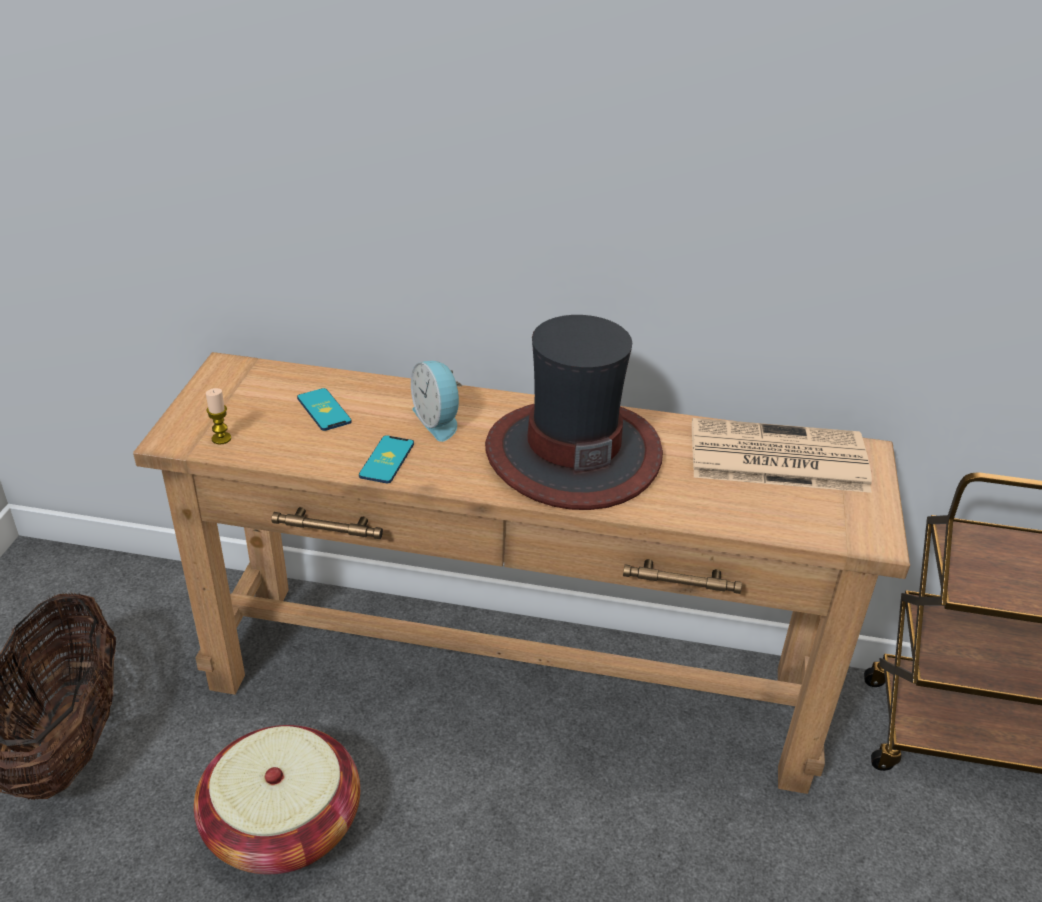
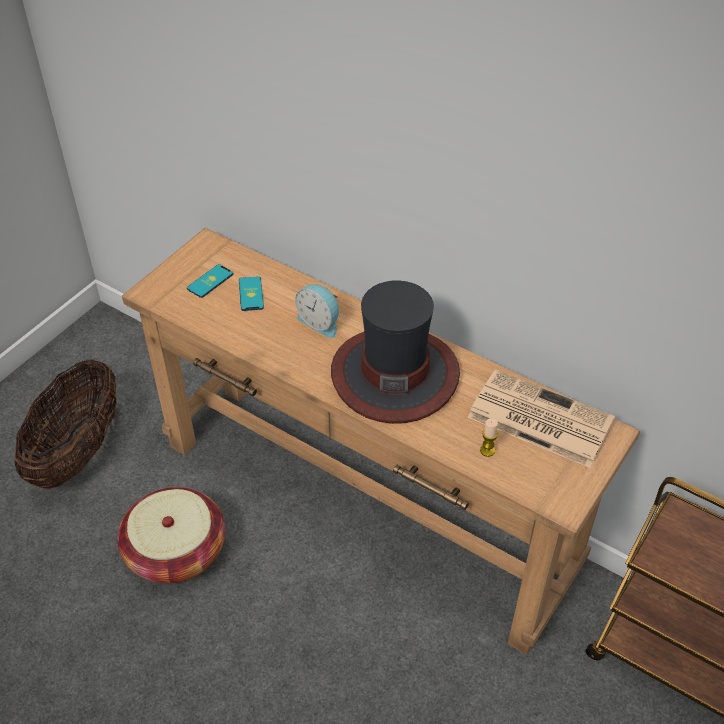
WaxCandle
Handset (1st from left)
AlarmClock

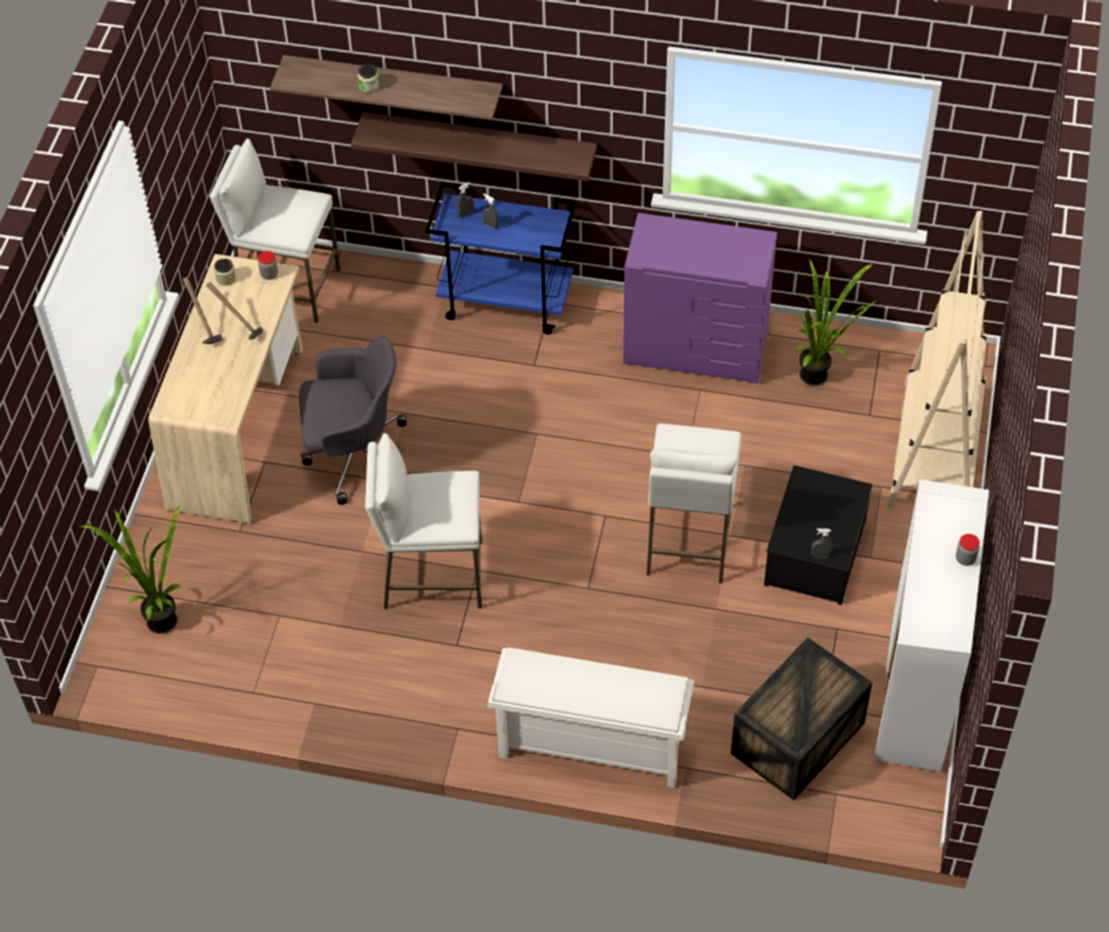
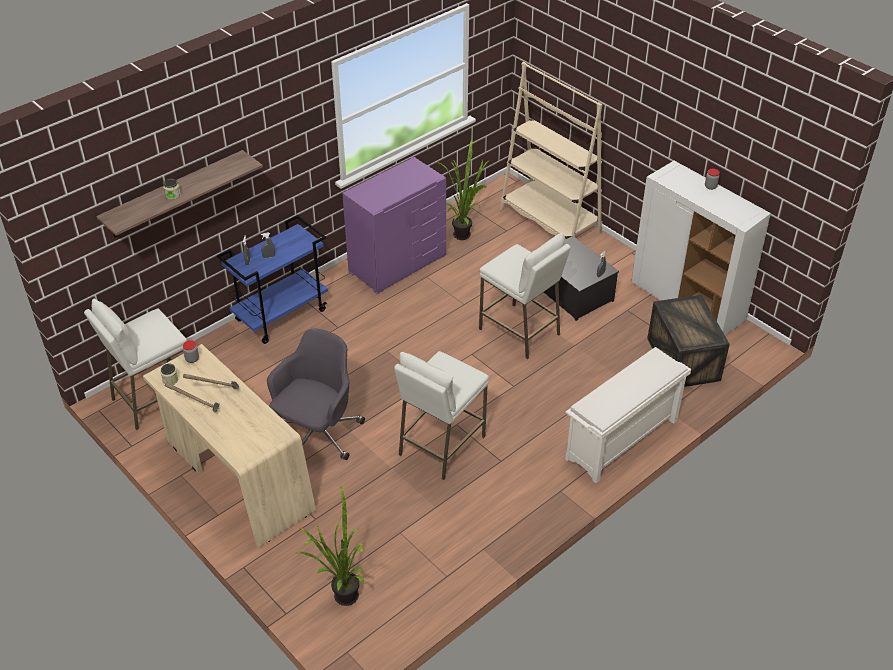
WallShelf (2nd from left in the first image)

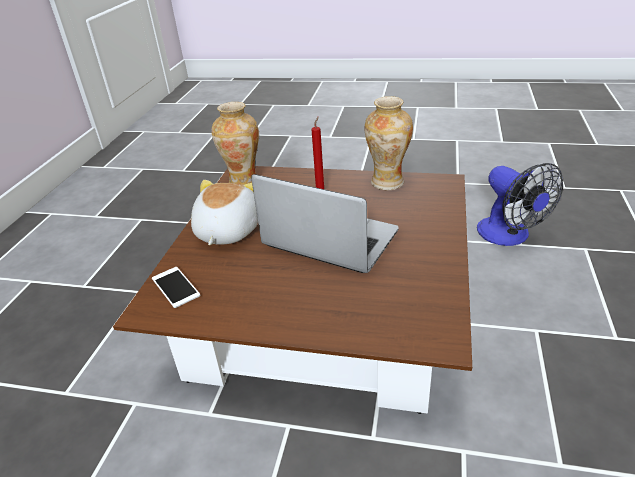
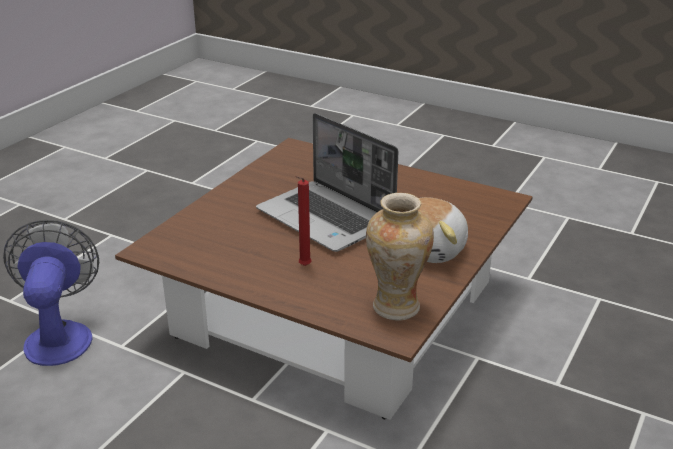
Handset
DecorativeVase (2nd from left in the first image)

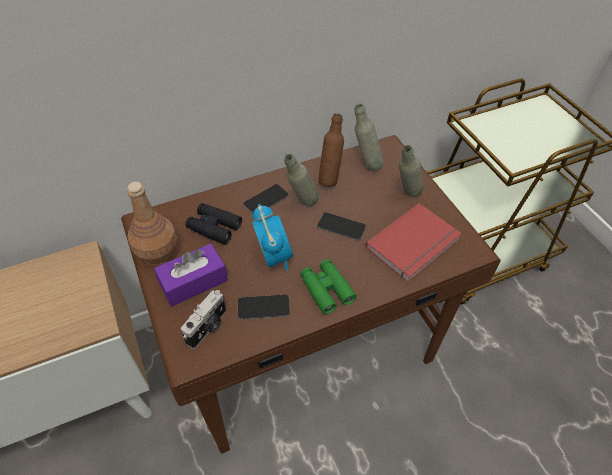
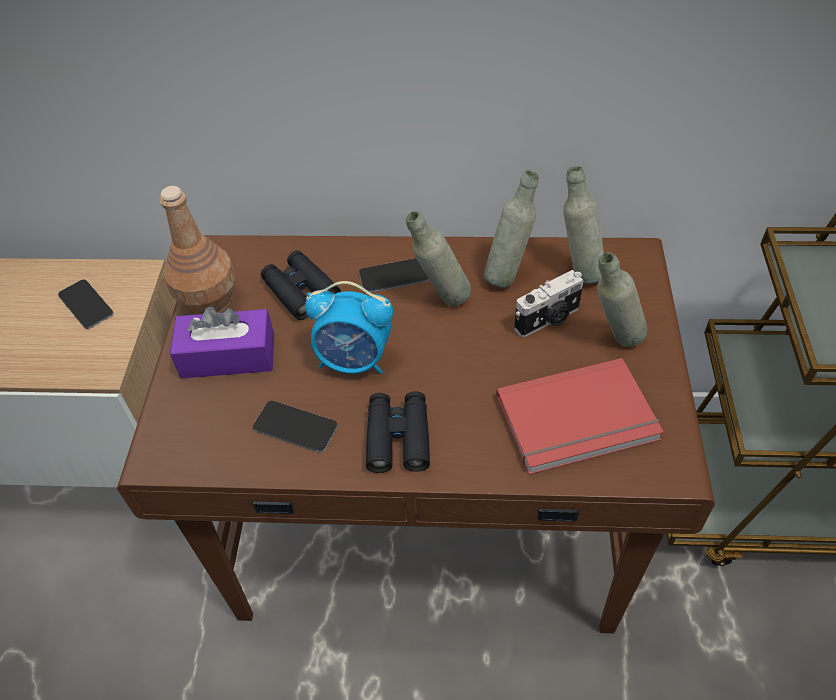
StillCamera
Handset (1st from left)
BlackFieldGlasses (2nd from left)
GreyishDrinkBottle (2nd from left)
AlarmClock

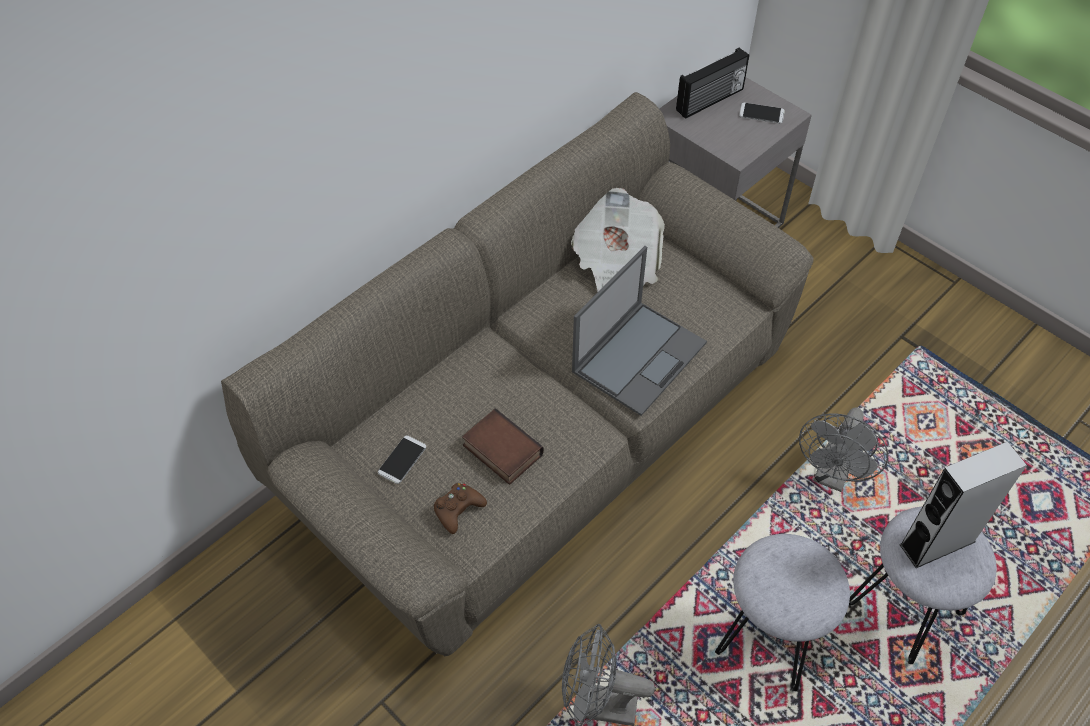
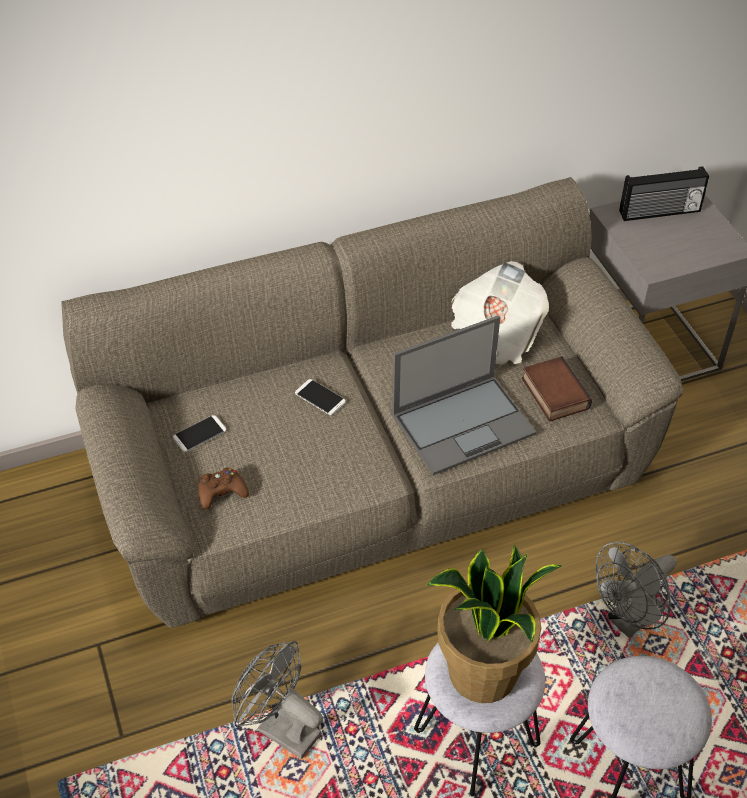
GreyishSpeaker
Houseplant
BoundBook
Handset (2nd from left)

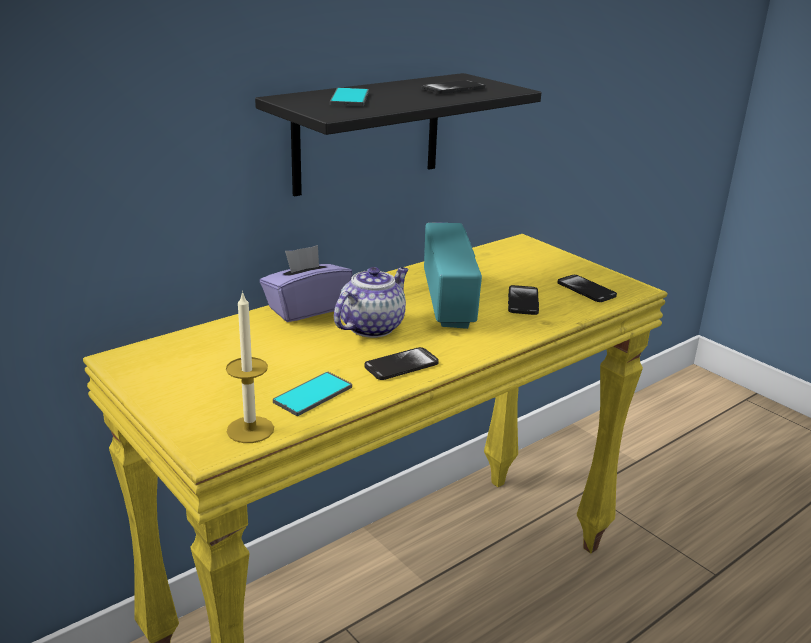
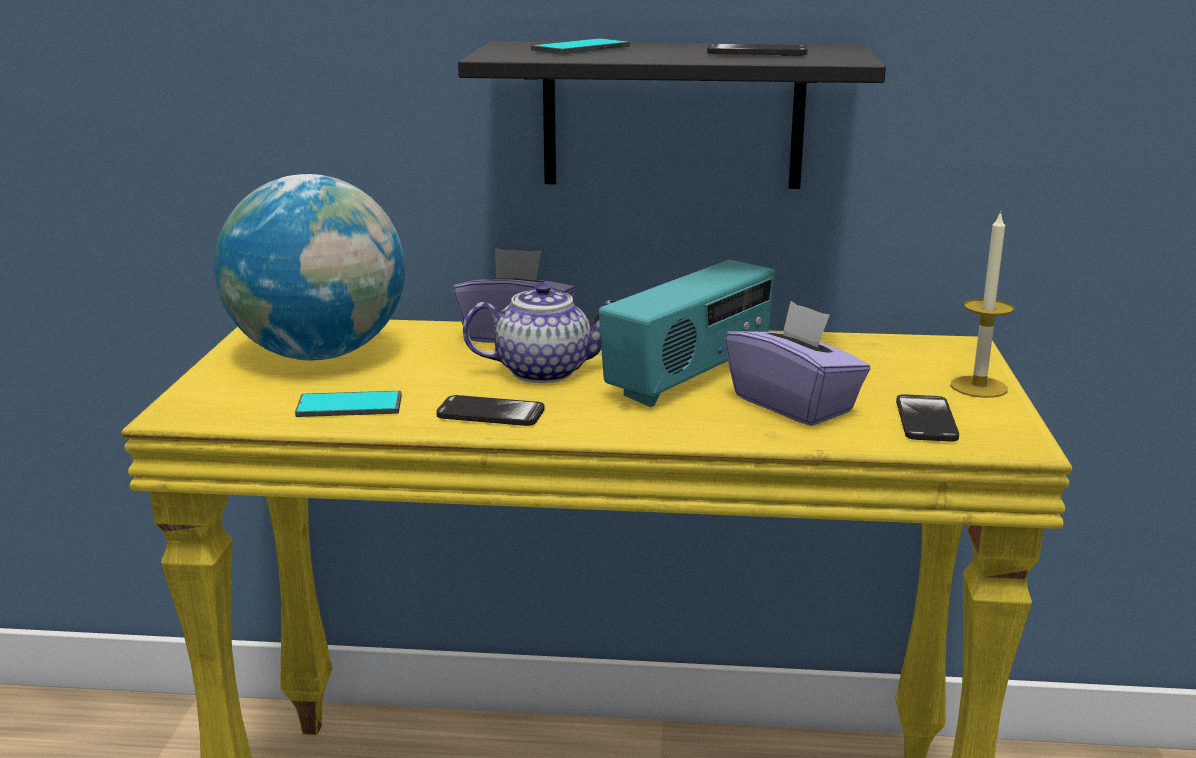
DeskGlobe
WaxCandle
PurpleColouredBoxOfTissues (2nd from left)

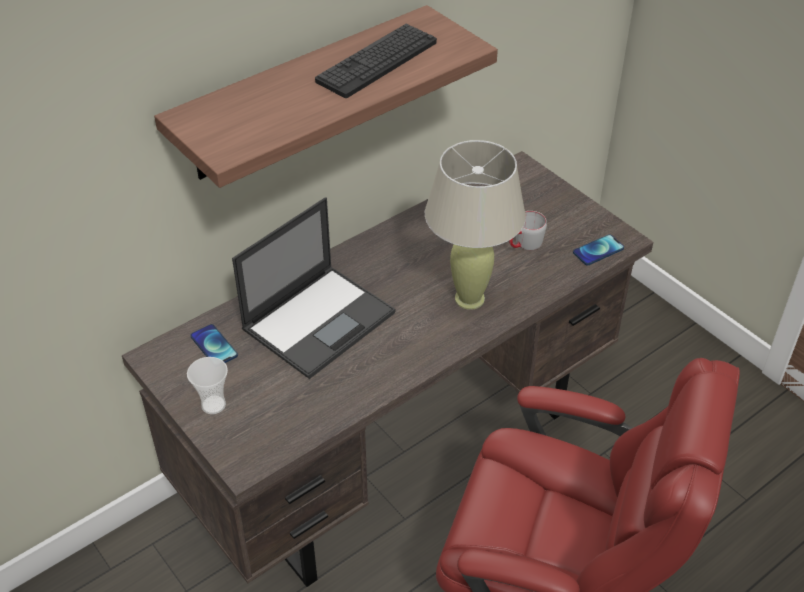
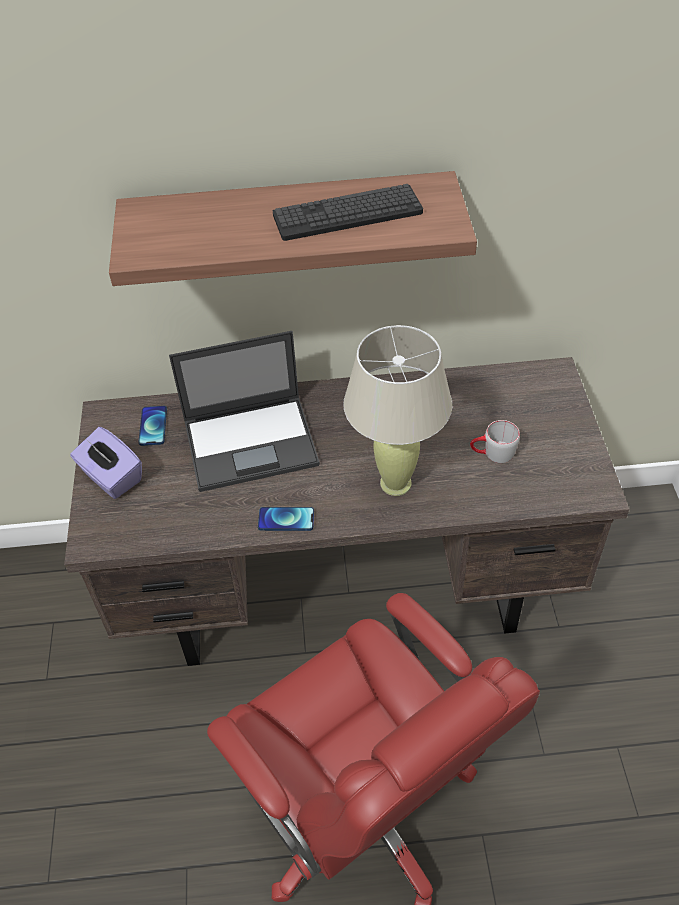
Handset (2nd from left)
PurpleColouredBoxOfTissues

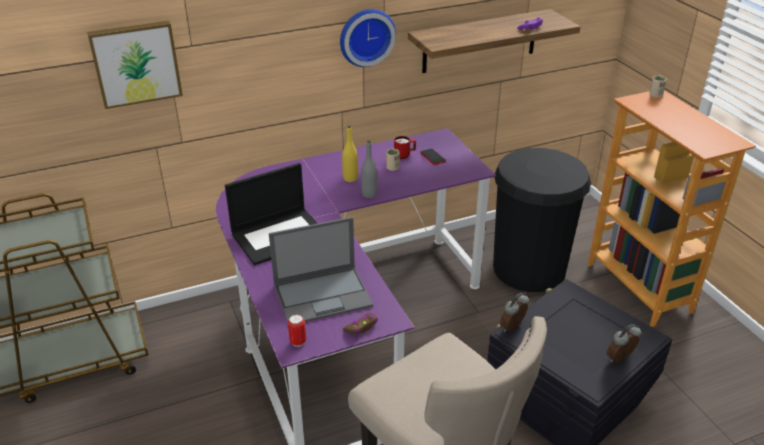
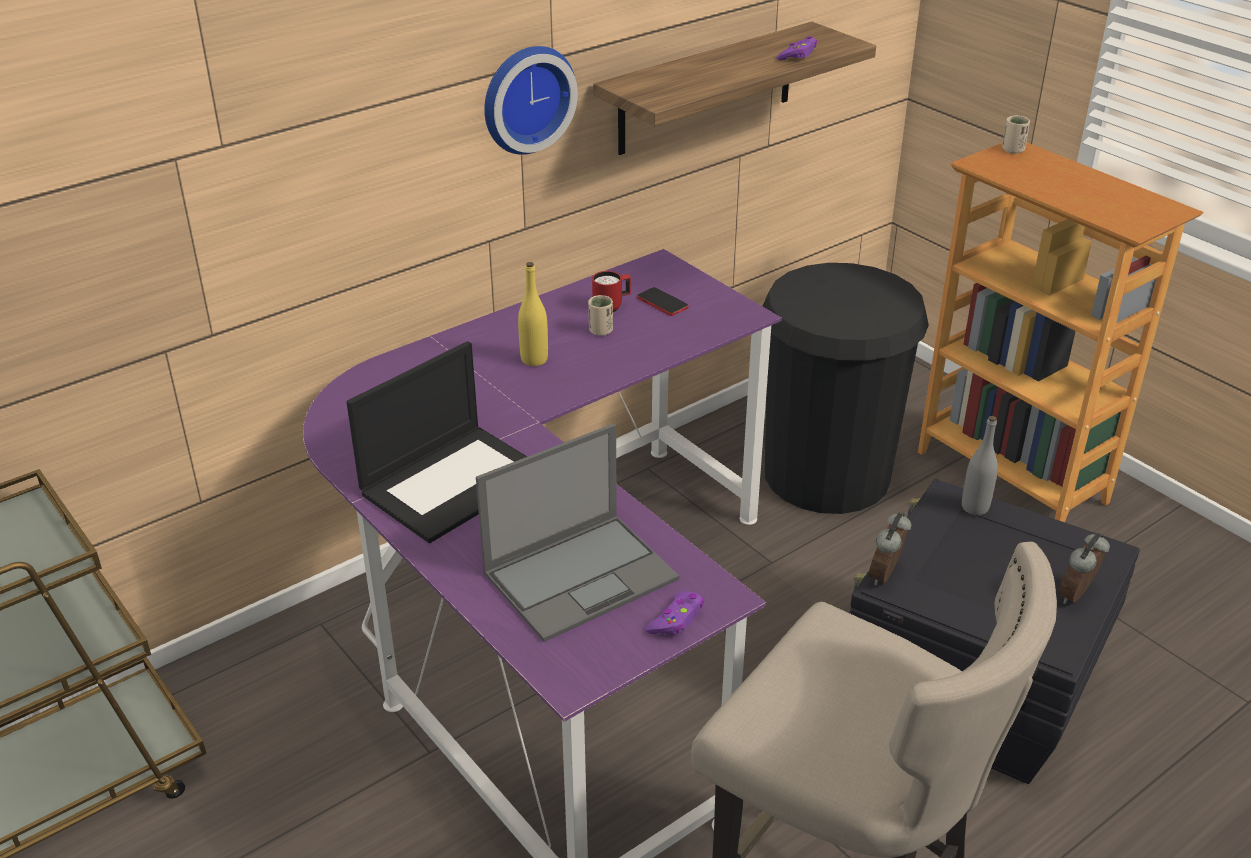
Picture
MetalCan
GreyishDrinkBottle
PurpleColouredJoypad (1st from left)

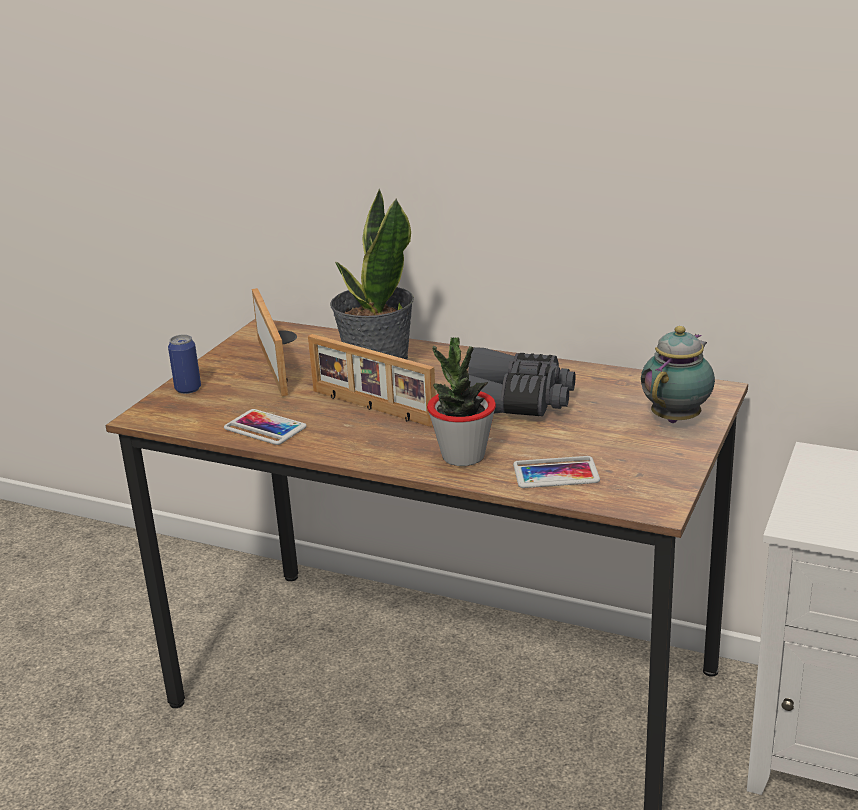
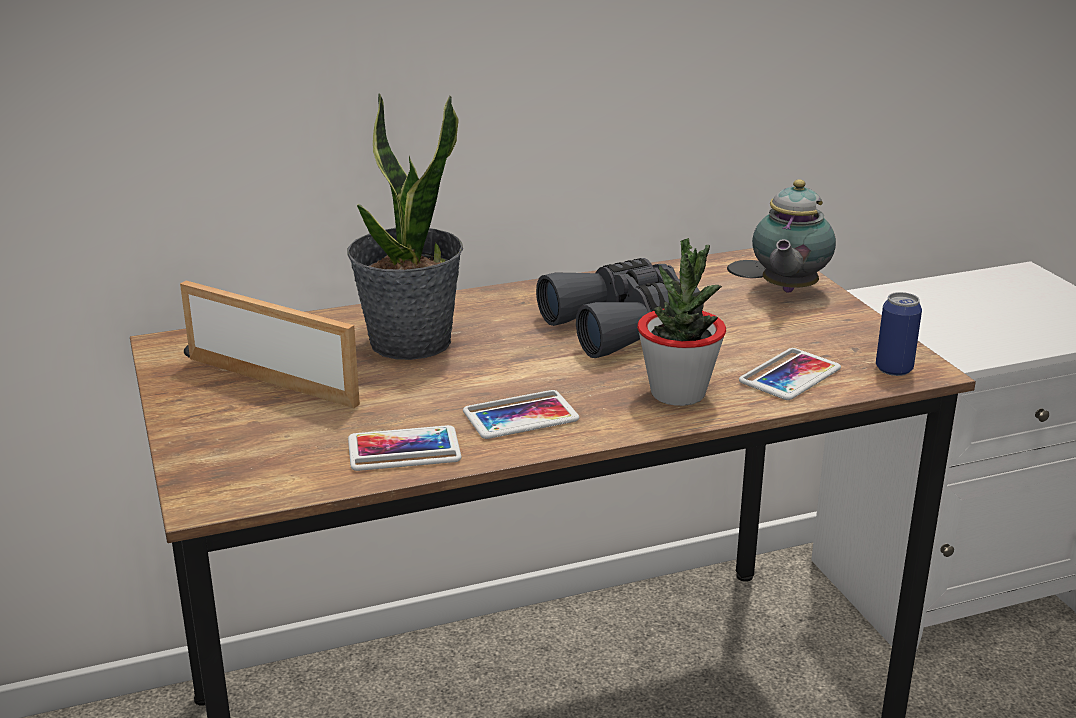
StandingFrame (2nd from left in the first image)
Handset (2nd from left)
MetalCan
TeaPot

